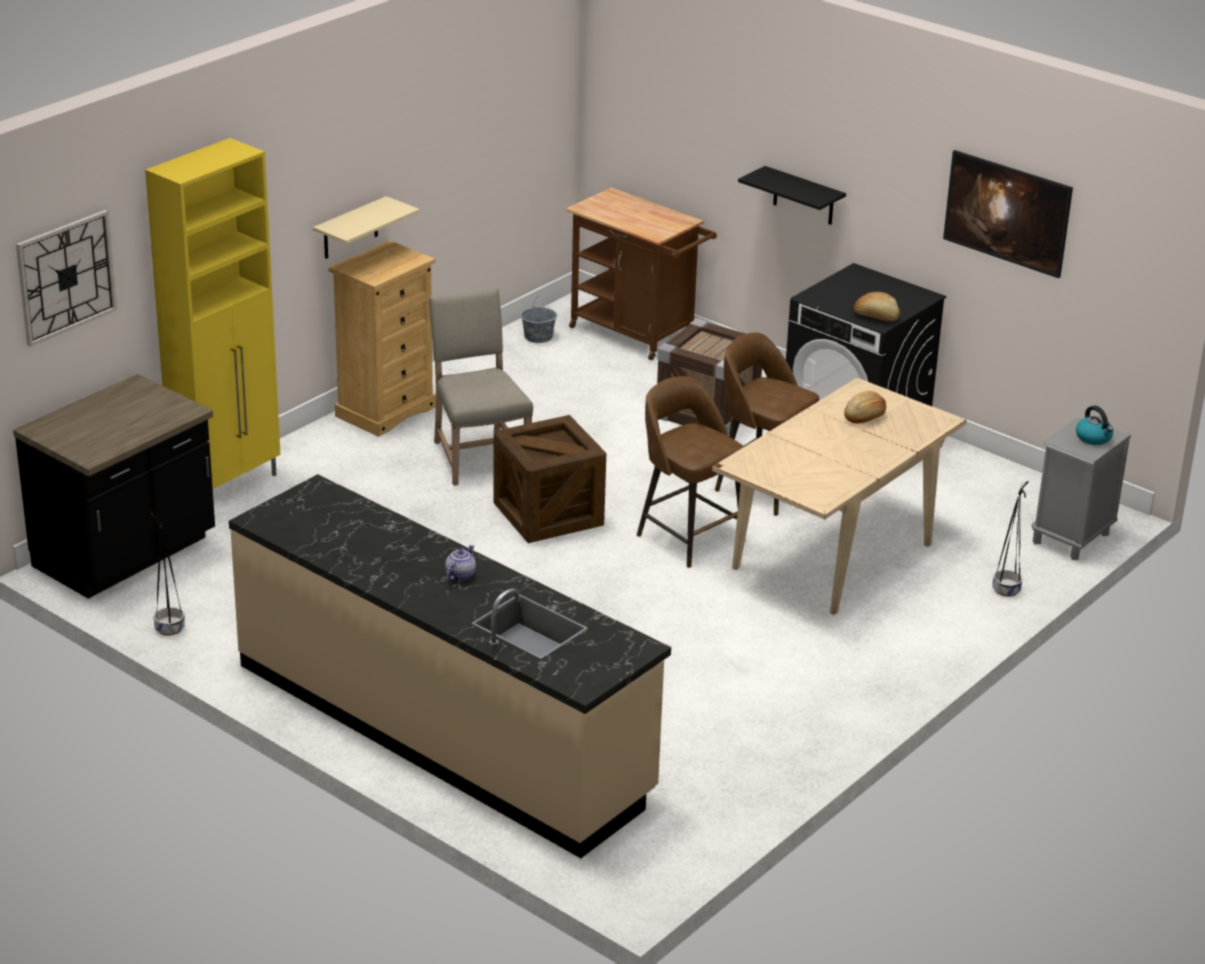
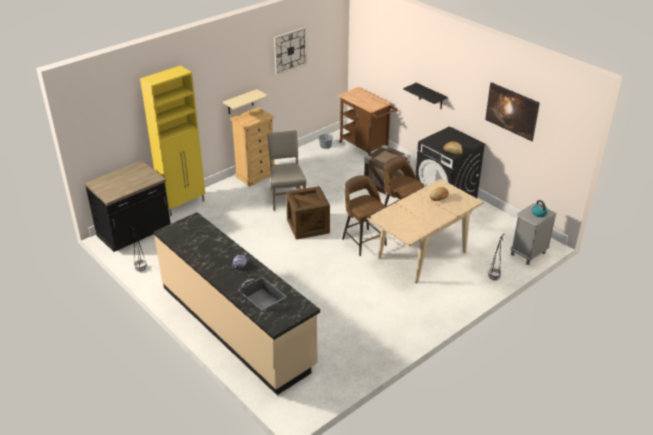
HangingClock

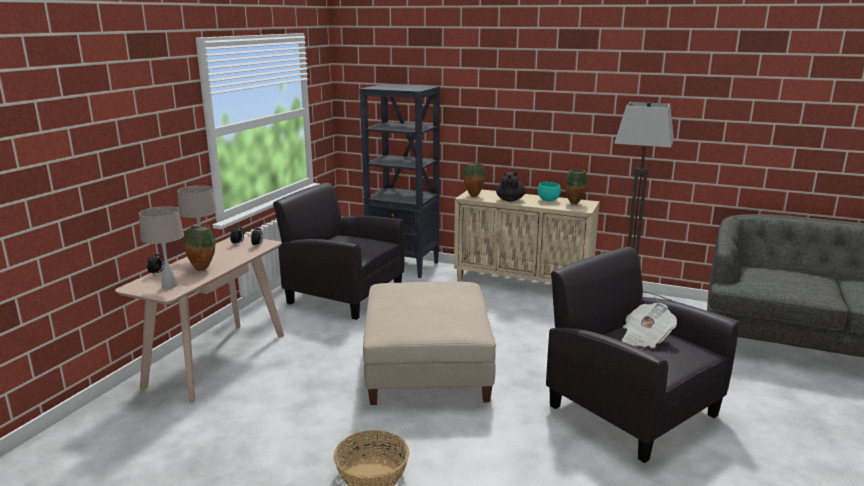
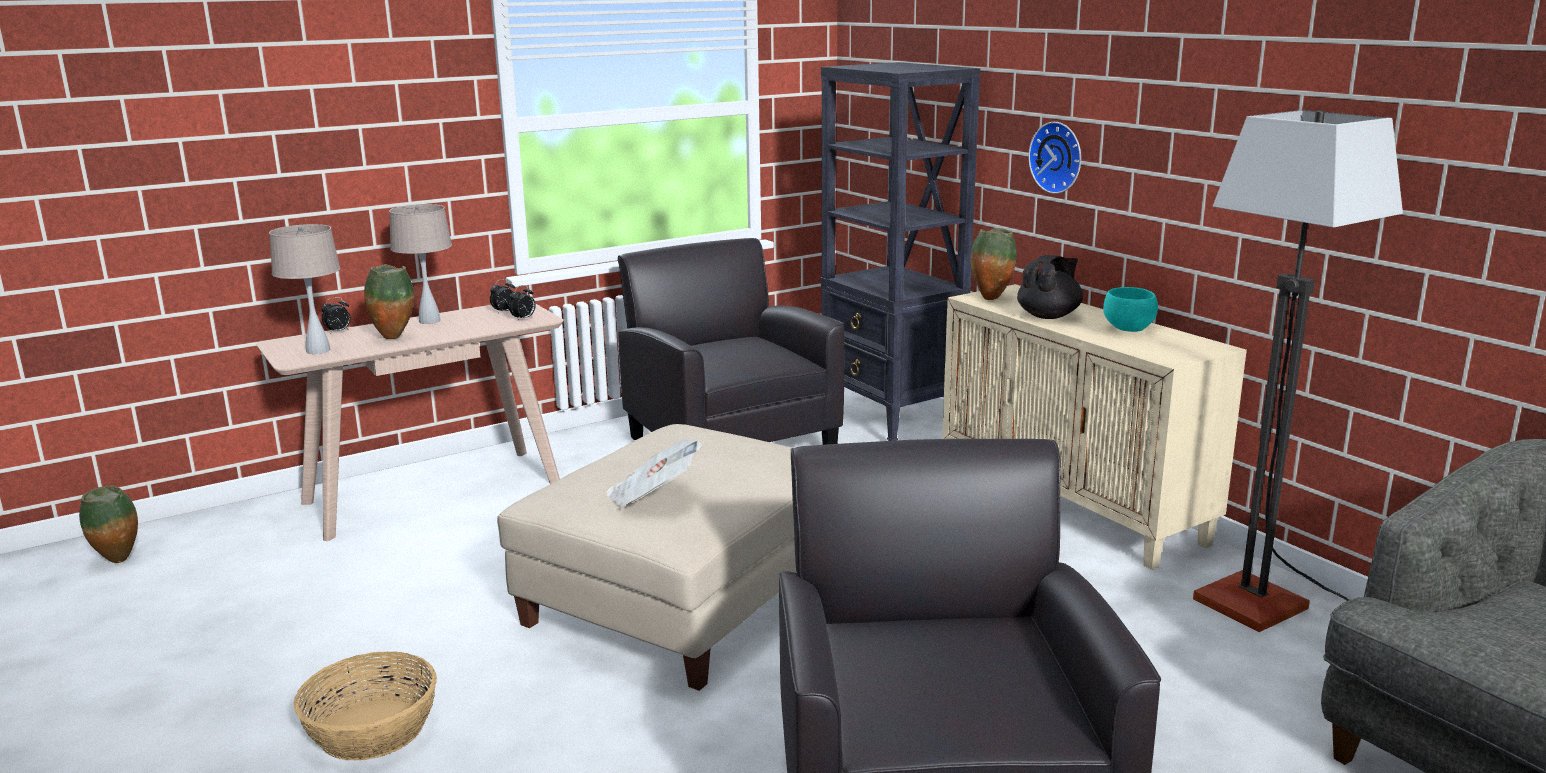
HangingClock
DecorativeVase (1st from left)
DailyPaper

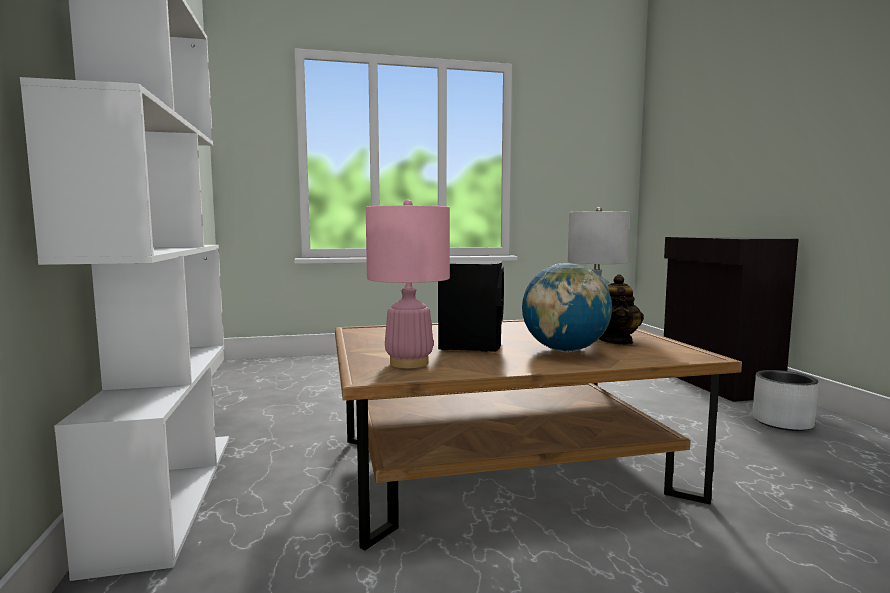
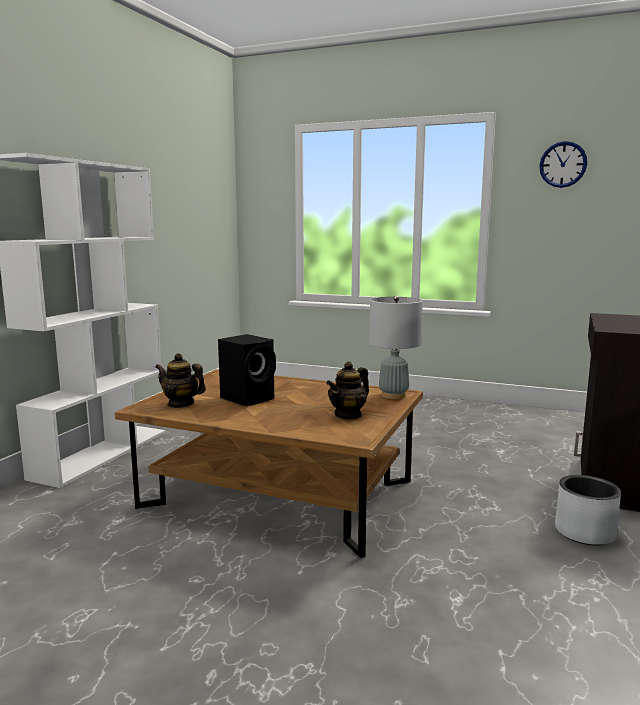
DeskGlobe
HangingClock
TeaPot (1st from left)

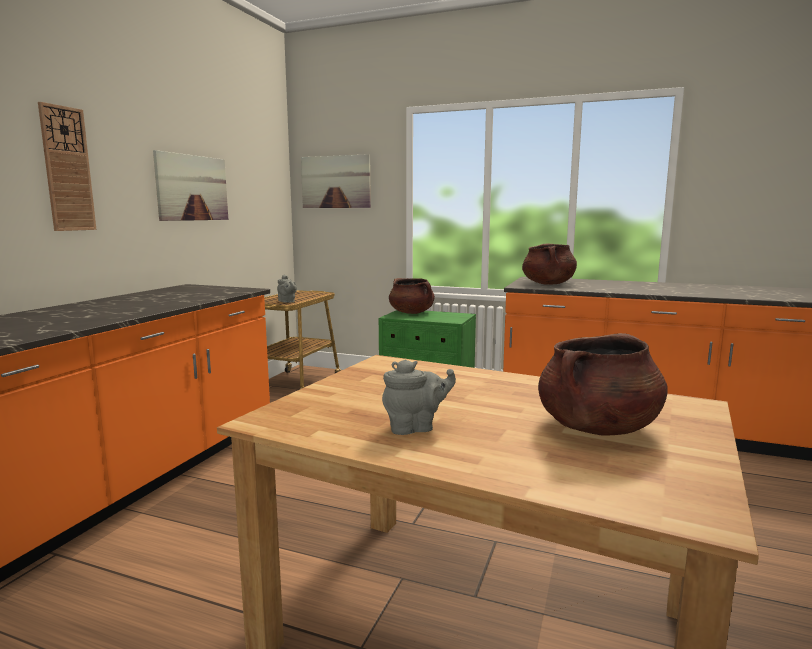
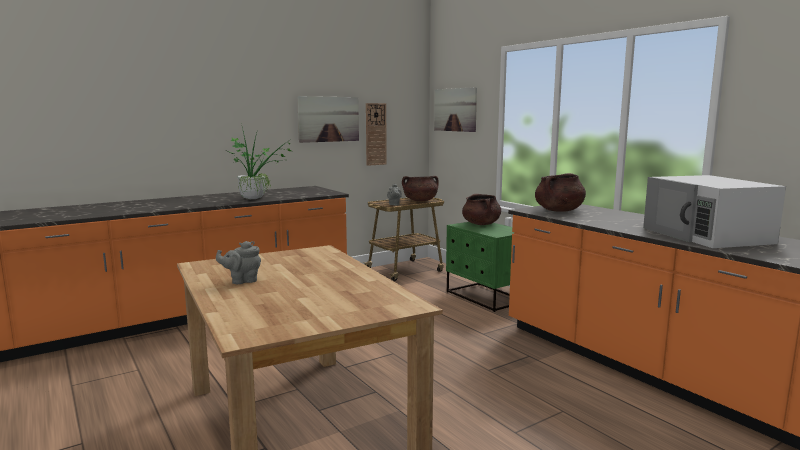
Houseplant
WhiteMicrowave
HangingClock
BrownColouredStockpot (1st from left)
GreyishTeaPot (1st from left)

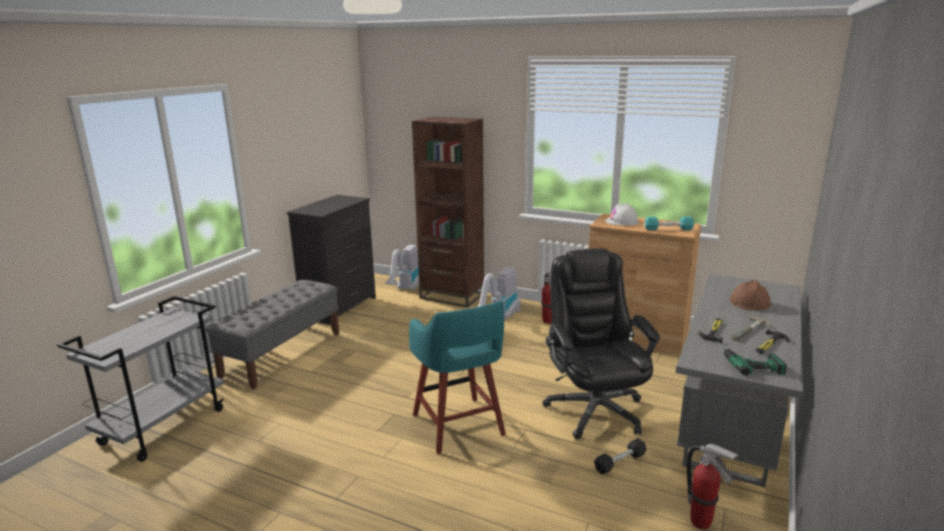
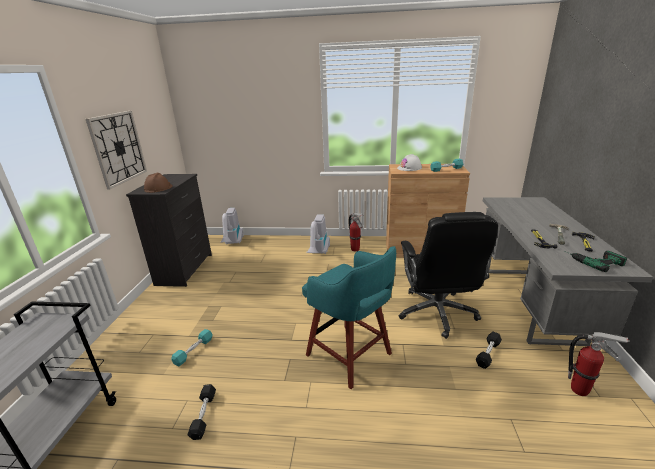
GreyishBench
BrownColouredShelvingUnit
HangingClock
BlueGreenFreeWeight (1st from left)
BlackFreeWeight (1st from left)
BrownColouredWorkHelmet
BlackDeskChair

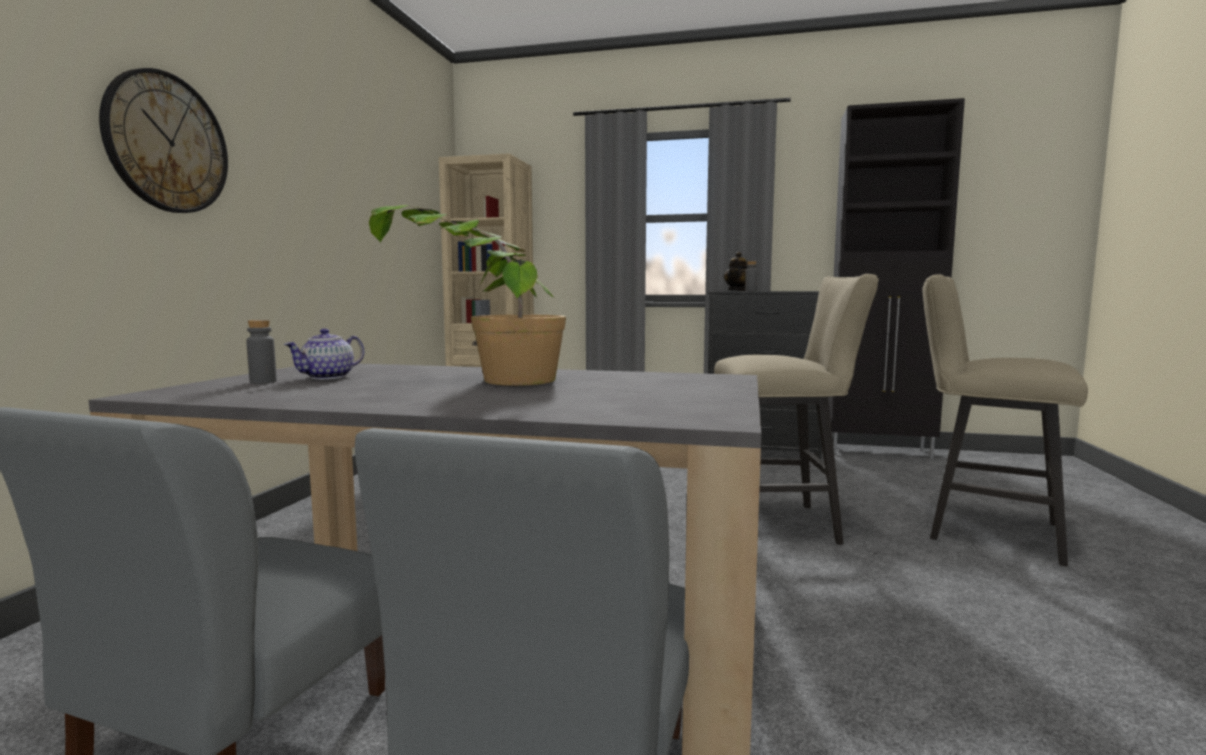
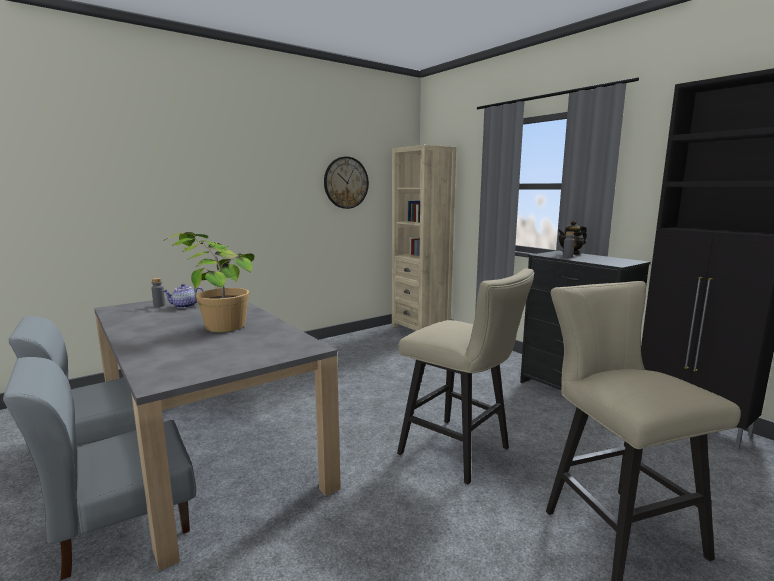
HangingClock

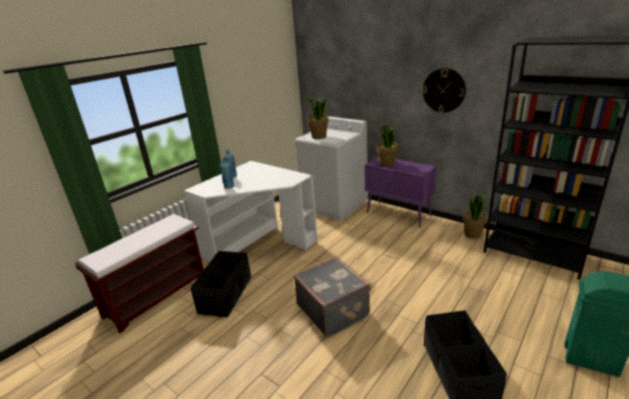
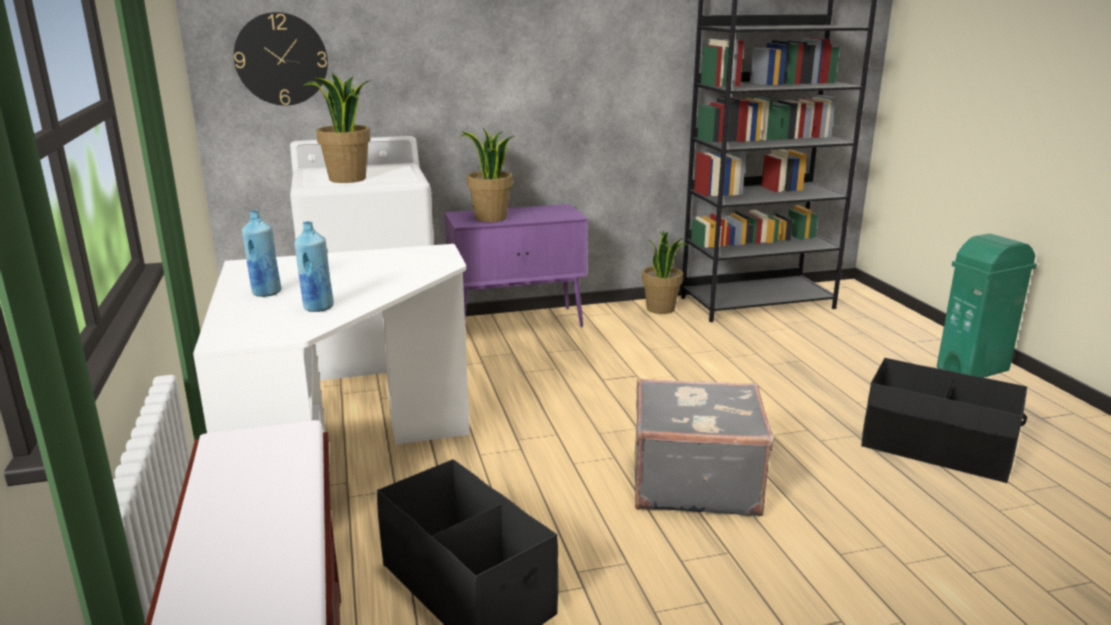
HangingClock

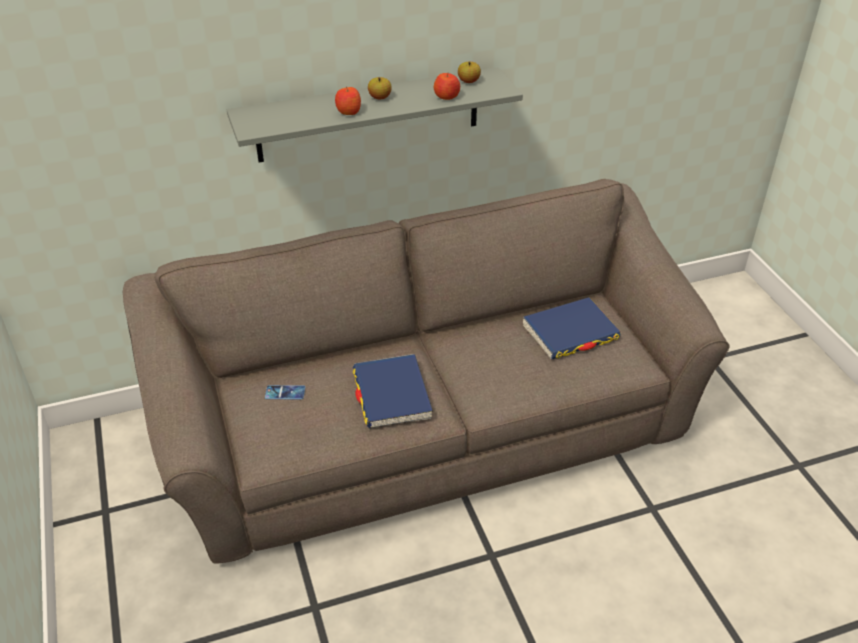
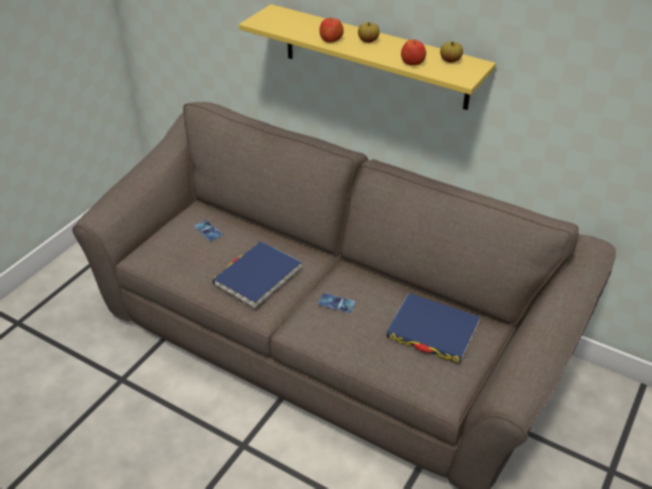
Handset (2nd from left)
YellowColouredWallShelf

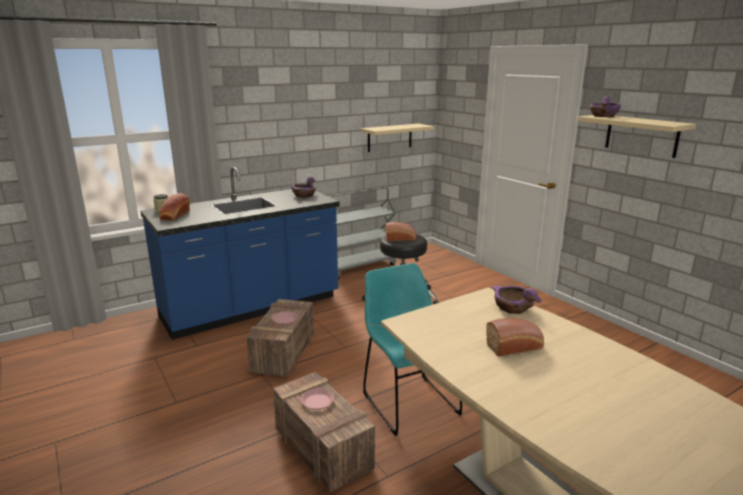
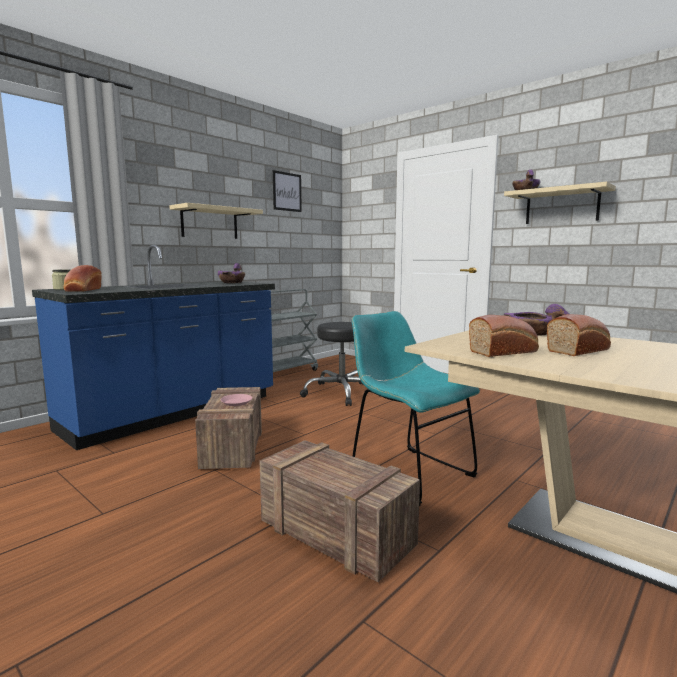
PinkColouredDinnerPlate (2nd from left in the first image)
Picture
BeigeColouredWallShelf (1st from left)
BakedBread (2nd from left)

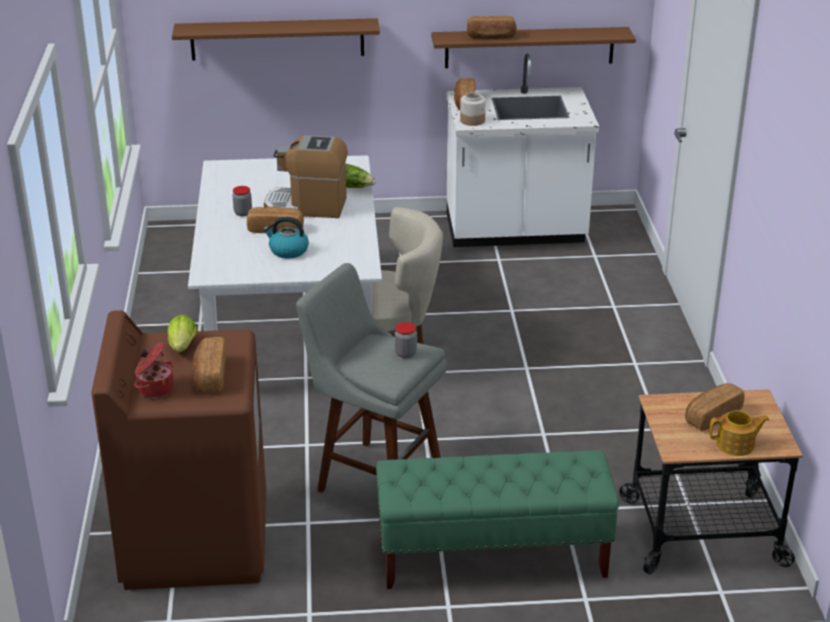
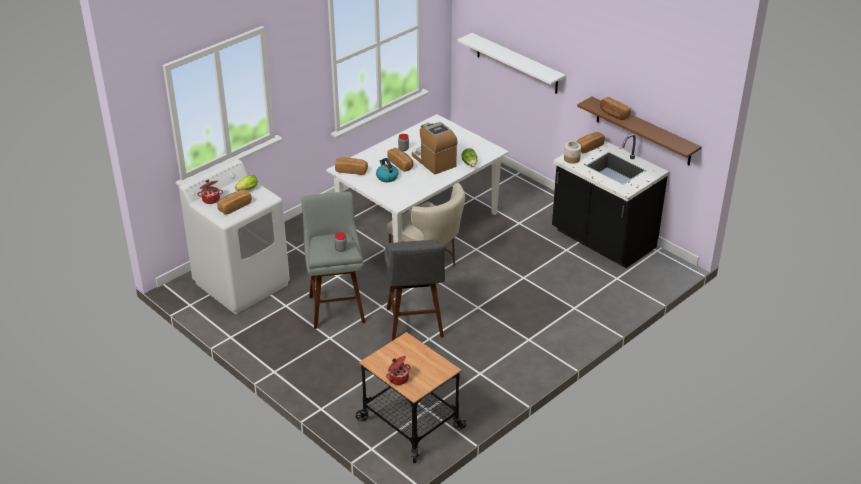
GreenishBench
GreyishSittingStool (2nd from left)
BakedBread (2nd from left)
Stockpot (2nd from left)
WhiteLaundryAppliance
WhiteWallShelf
BlackKitchenBaseUnit

